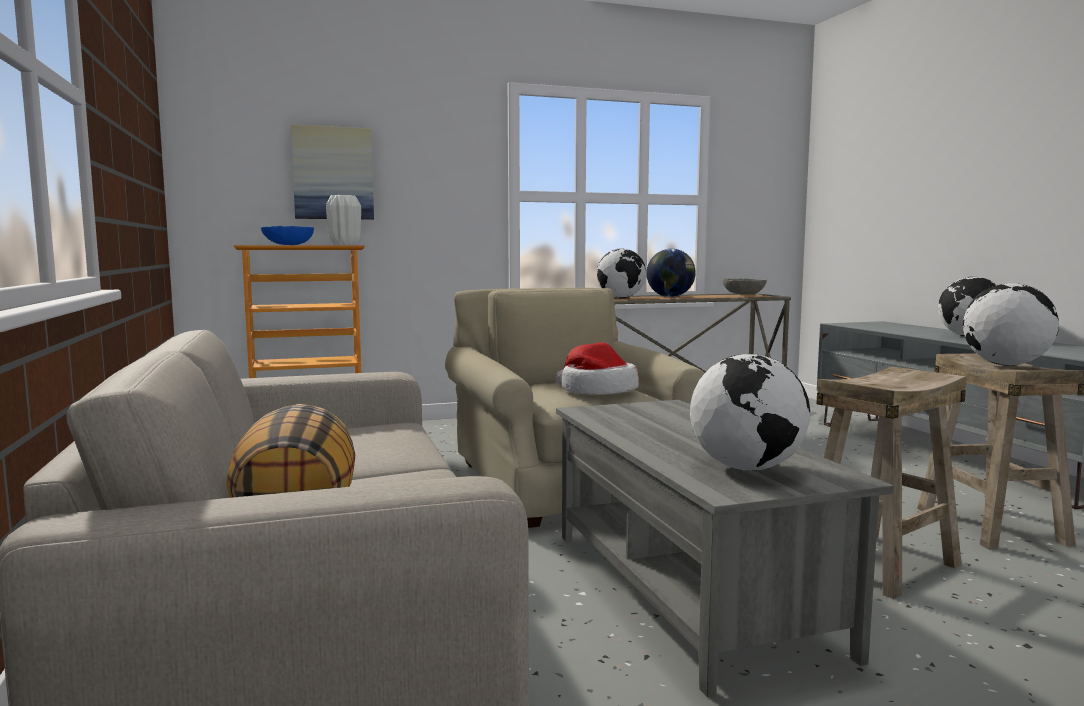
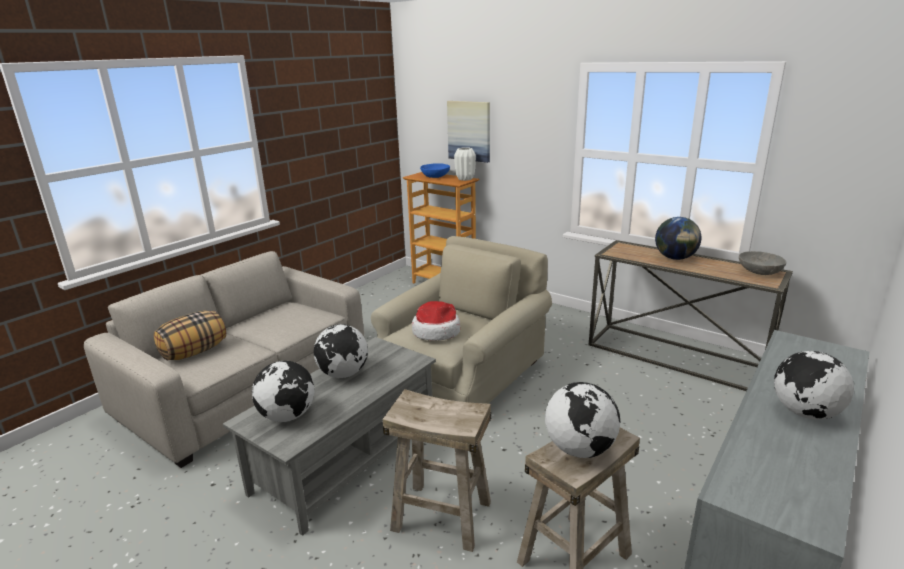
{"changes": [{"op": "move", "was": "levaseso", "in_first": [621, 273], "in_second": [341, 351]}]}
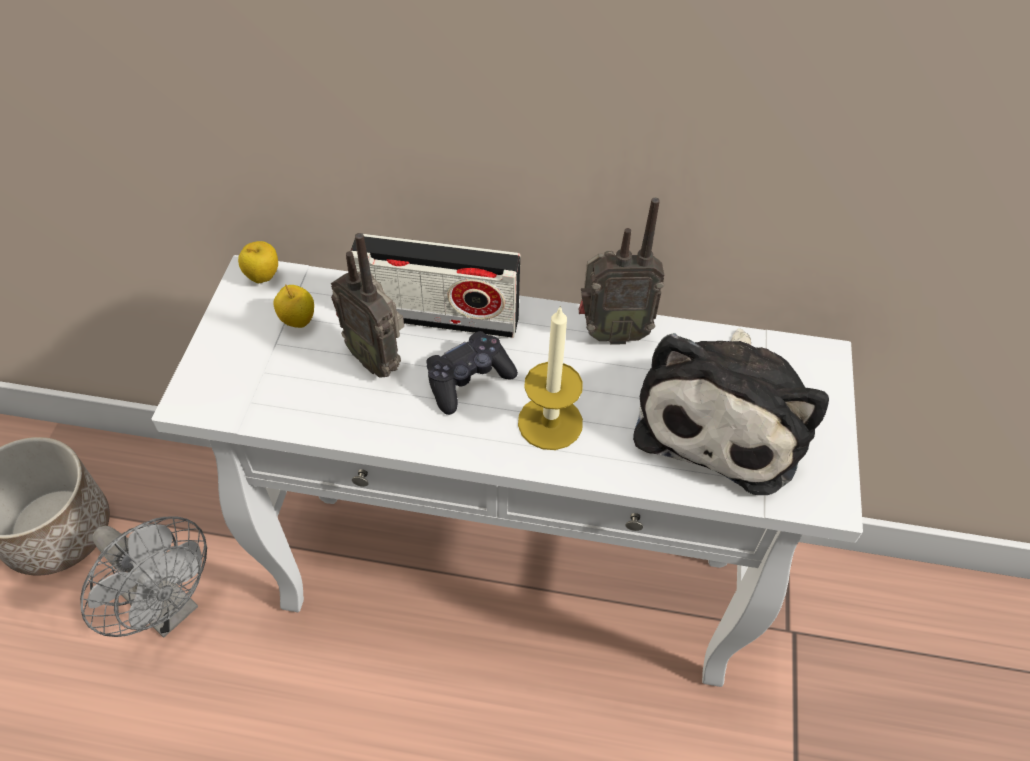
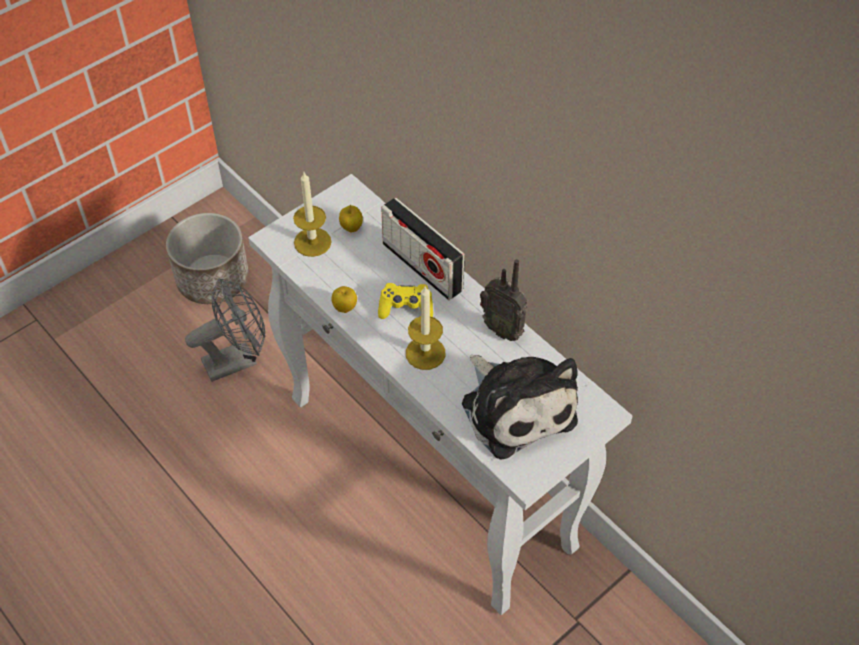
{"changes": [{"op": "delete", "was": "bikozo", "in_first": [367, 305]}, {"op": "insert", "now": "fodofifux", "in_second": [312, 214]}, {"op": "move", "was": "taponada", "in_first": [258, 262], "in_second": [344, 299]}, {"op": "recolor", "was": "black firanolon", "now": "yellow firanolon", "in_first": [472, 373], "in_second": [405, 301]}, {"op": "rotate", "was": "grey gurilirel", "in_first": [143, 576], "in_second": [225, 330], "clockwise": -105}, {"op": "rotate", "was": "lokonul", "in_first": [731, 411], "in_second": [520, 407], "clockwise": -90}]}
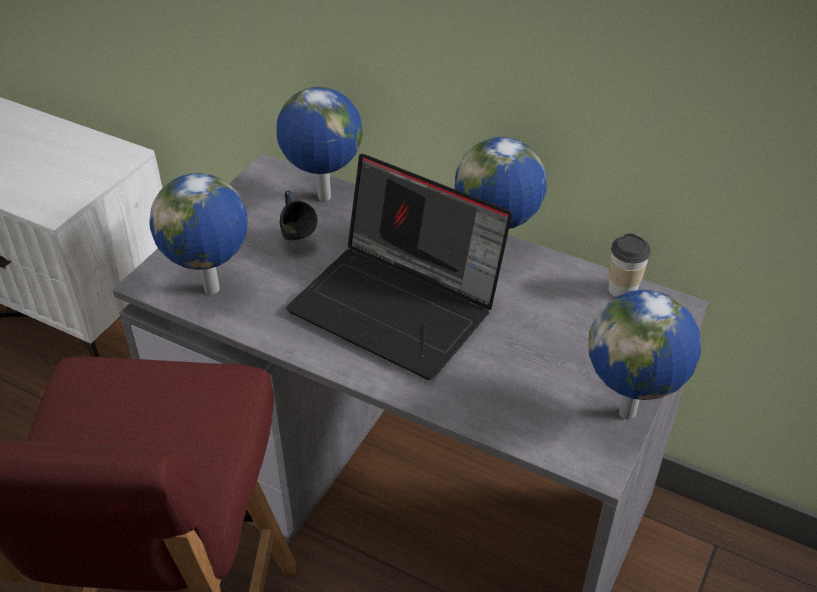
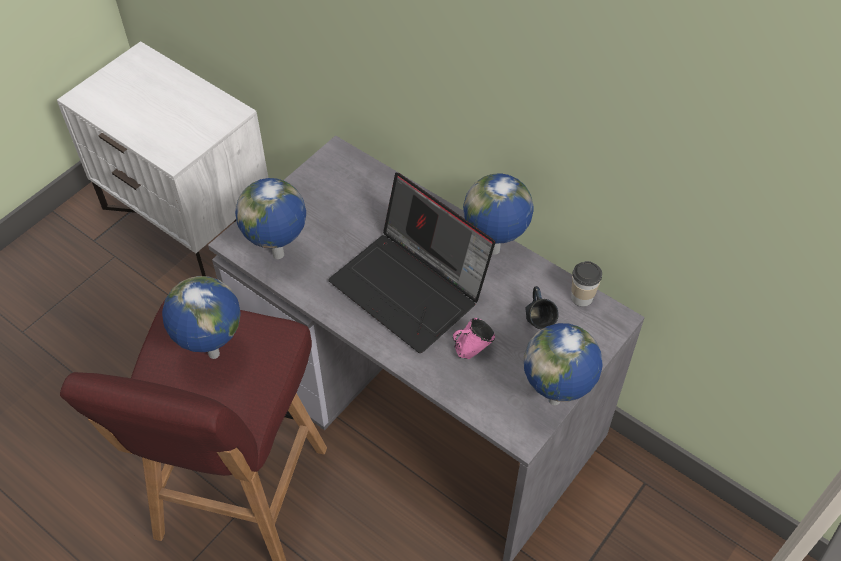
{"changes": [{"op": "insert", "now": "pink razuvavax", "in_second": [474, 338]}, {"op": "move", "was": "levaseso", "in_first": [319, 144], "in_second": [201, 317]}, {"op": "move", "was": "blue razuvavax", "in_first": [298, 215], "in_second": [542, 308]}]}
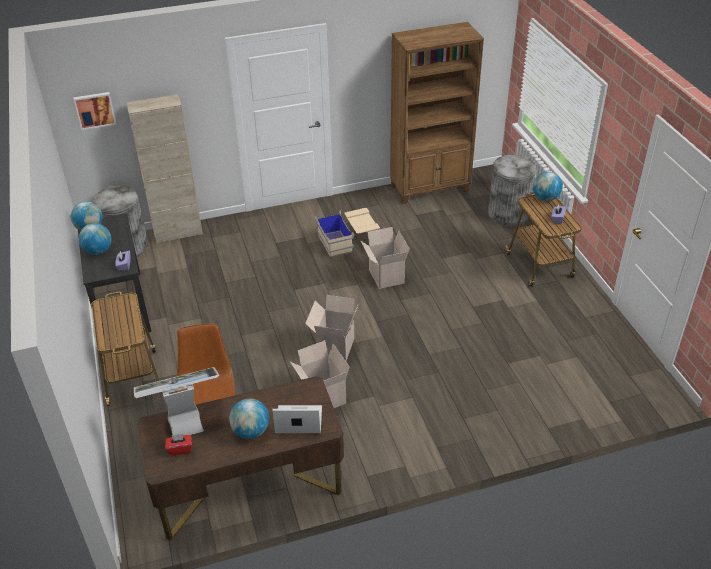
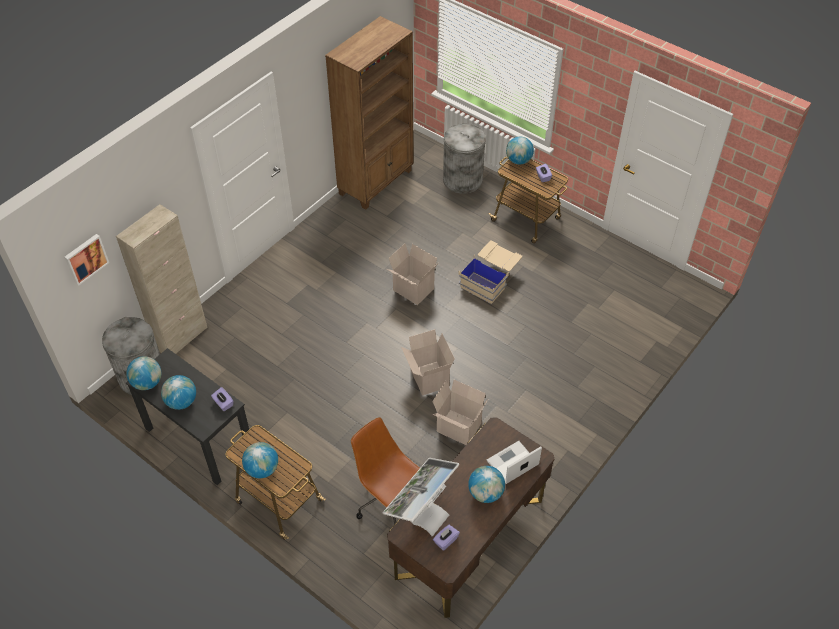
{"changes": [{"op": "insert", "now": "levaseso", "in_second": [260, 460]}, {"op": "move", "was": "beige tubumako", "in_first": [347, 232], "in_second": [490, 272]}, {"op": "recolor", "was": "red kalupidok", "now": "purple kalupidok", "in_first": [178, 445], "in_second": [446, 538]}]}
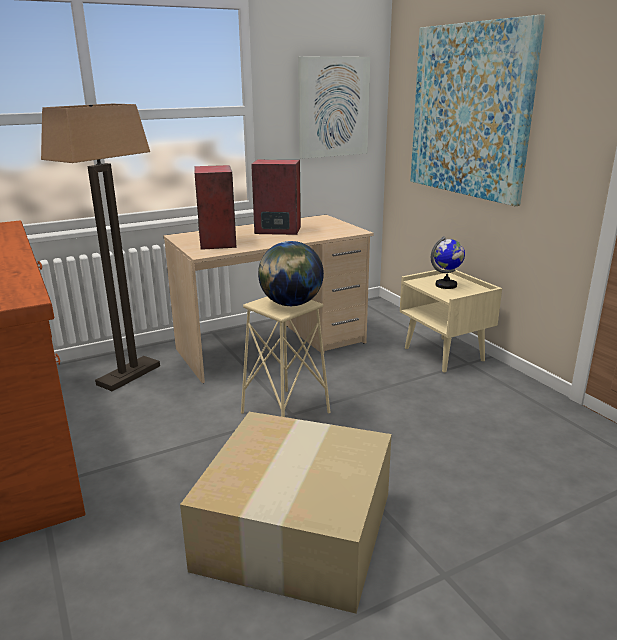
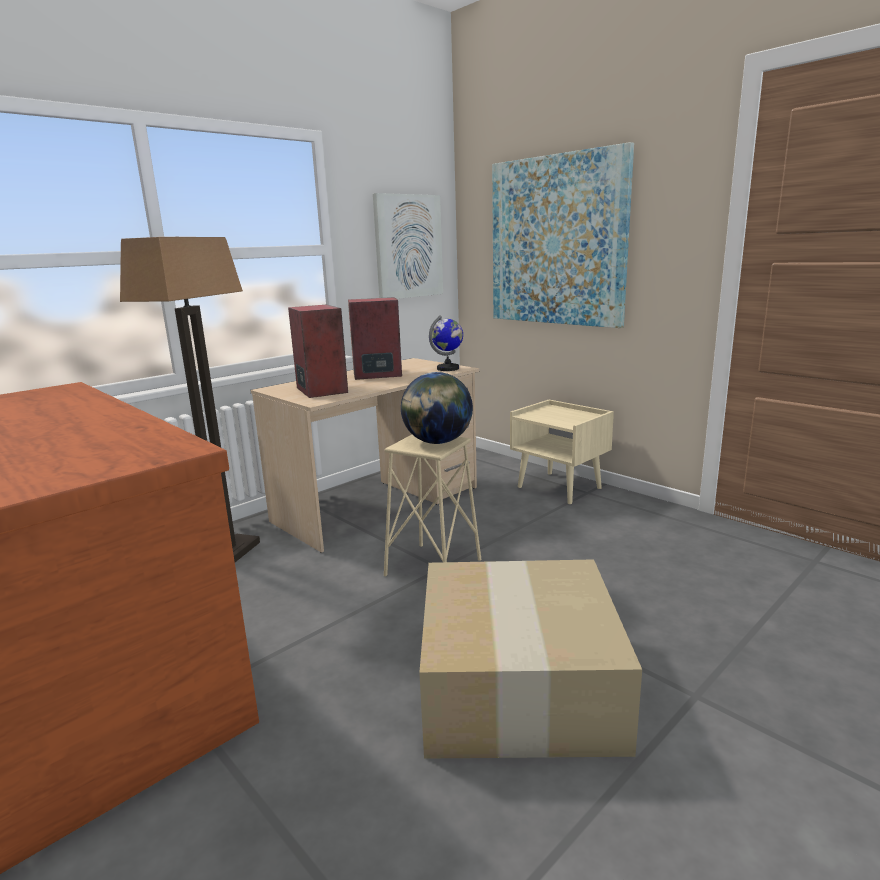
{"changes": [{"op": "move", "was": "levaseso", "in_first": [448, 262], "in_second": [446, 343]}]}
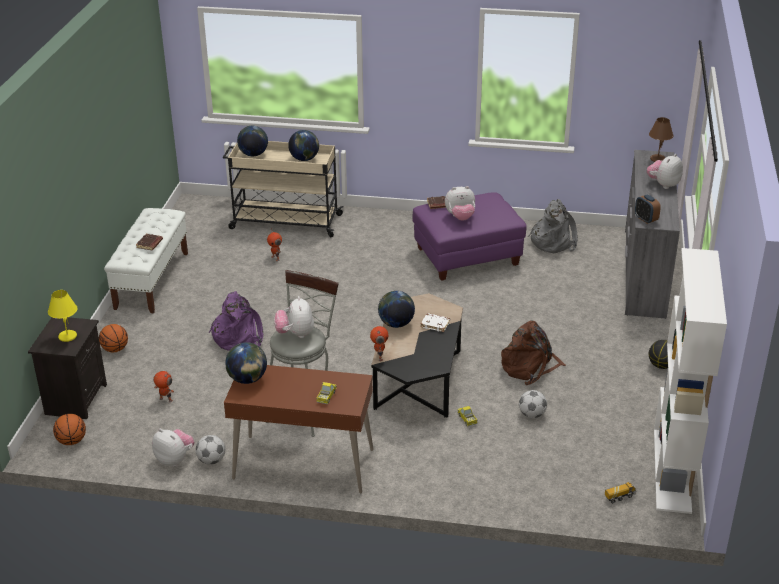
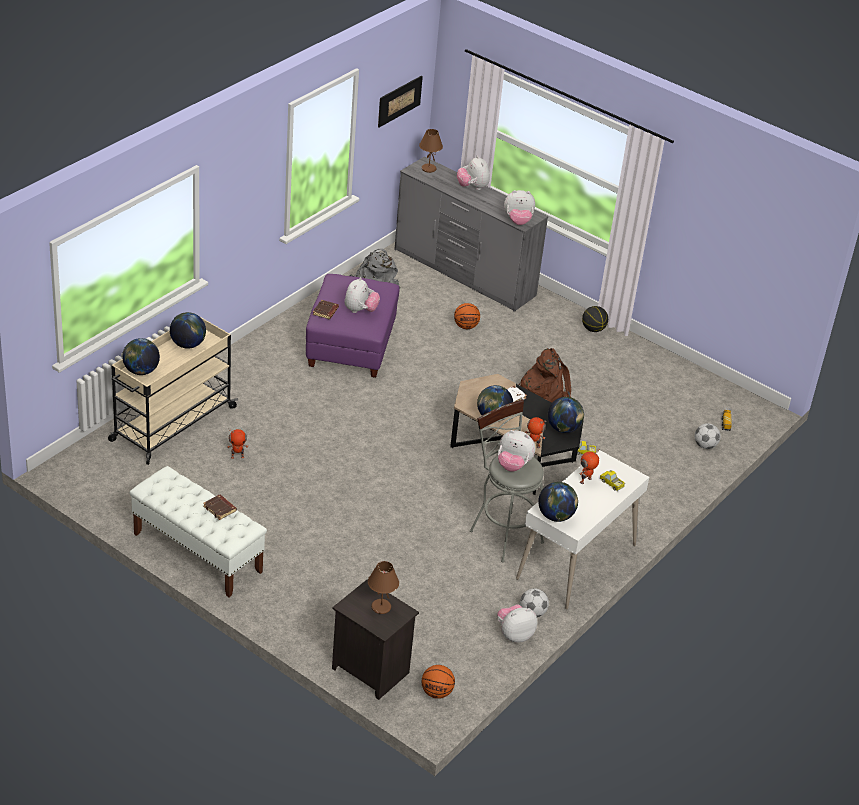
{"changes": [{"op": "delete", "was": "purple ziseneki", "in_first": [235, 321]}, {"op": "delete", "was": "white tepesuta", "in_first": [690, 381]}, {"op": "insert", "now": "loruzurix", "in_second": [400, 101]}, {"op": "insert", "now": "levaseso", "in_second": [566, 415]}, {"op": "move", "was": "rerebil", "in_first": [113, 338], "in_second": [467, 316]}, {"op": "move", "was": "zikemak", "in_first": [163, 386], "in_second": [589, 466]}, {"op": "move", "was": "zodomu", "in_first": [533, 404], "in_second": [708, 436]}, {"op": "replace", "was": "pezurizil", "now": "lokonul", "in_first": [648, 209], "in_second": [519, 207]}, {"op": "recolor", "was": "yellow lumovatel", "now": "brown lumovatel", "in_first": [63, 316], "in_second": [383, 587]}, {"op": "recolor", "was": "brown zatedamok", "now": "white zatedamok", "in_first": [299, 429], "in_second": [582, 529]}]}
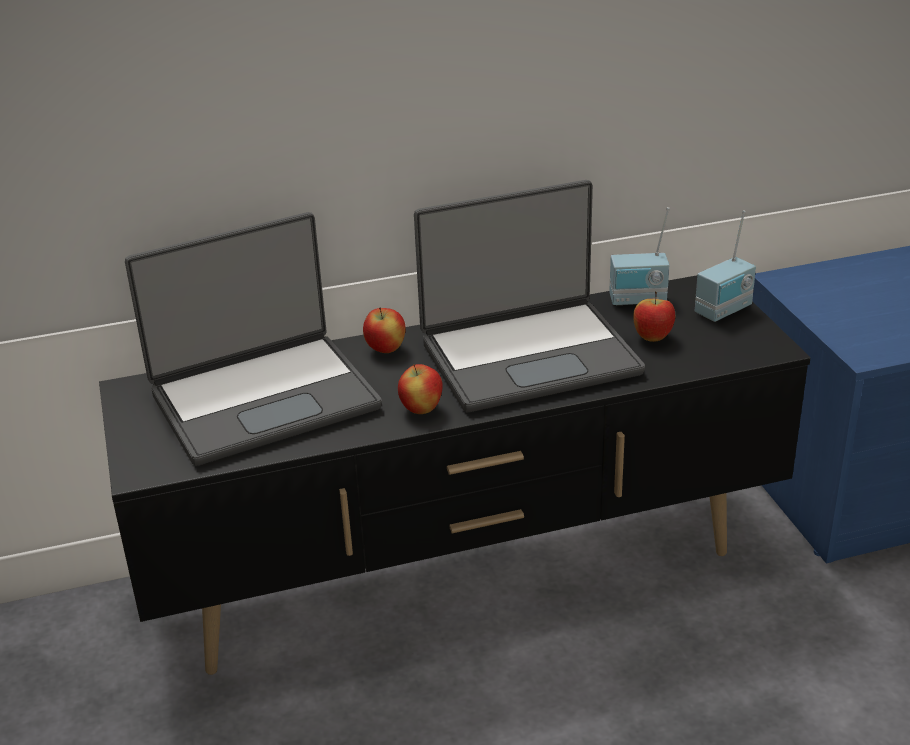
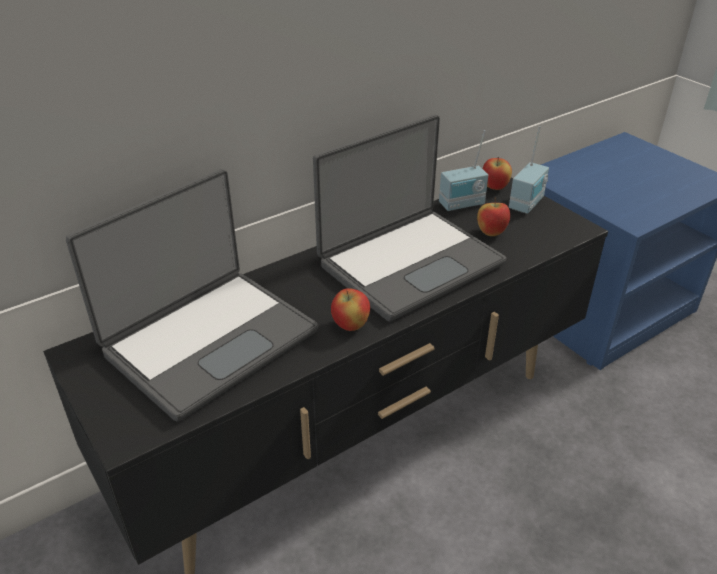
{"changes": [{"op": "move", "was": "taponada", "in_first": [384, 330], "in_second": [497, 173]}]}
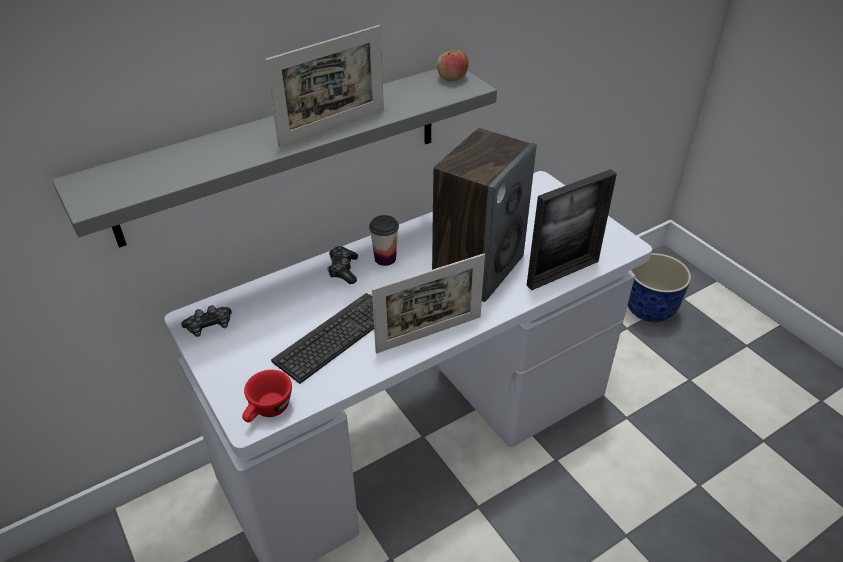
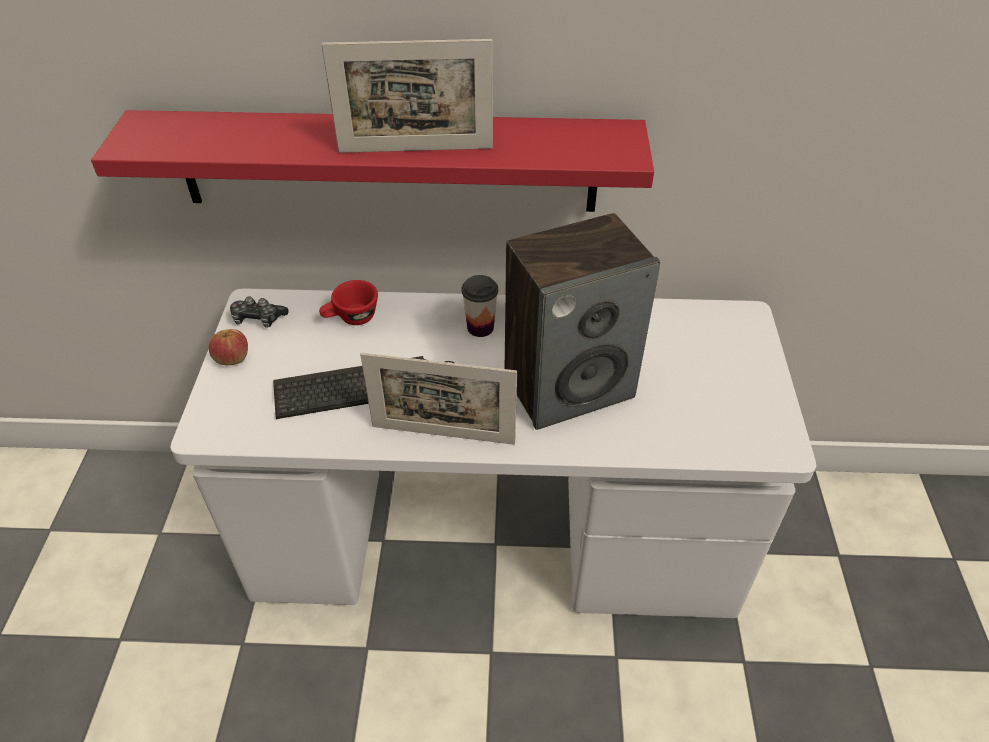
{"changes": [{"op": "delete", "was": "firanolon", "in_first": [342, 265]}, {"op": "delete", "was": "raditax", "in_first": [572, 229]}, {"op": "delete", "was": "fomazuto", "in_first": [659, 287]}, {"op": "move", "was": "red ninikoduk", "in_first": [267, 396], "in_second": [348, 302]}, {"op": "move", "was": "taponada", "in_first": [453, 66], "in_second": [228, 347]}, {"op": "recolor", "was": "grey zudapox", "now": "red zudapox", "in_first": [274, 158], "in_second": [372, 161]}]}
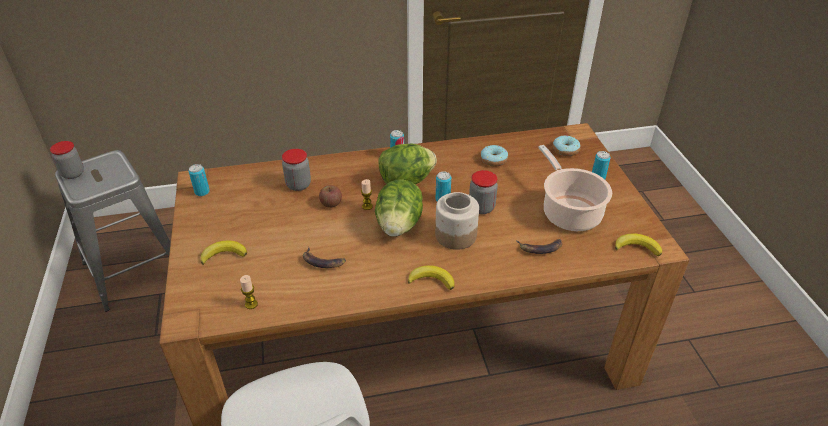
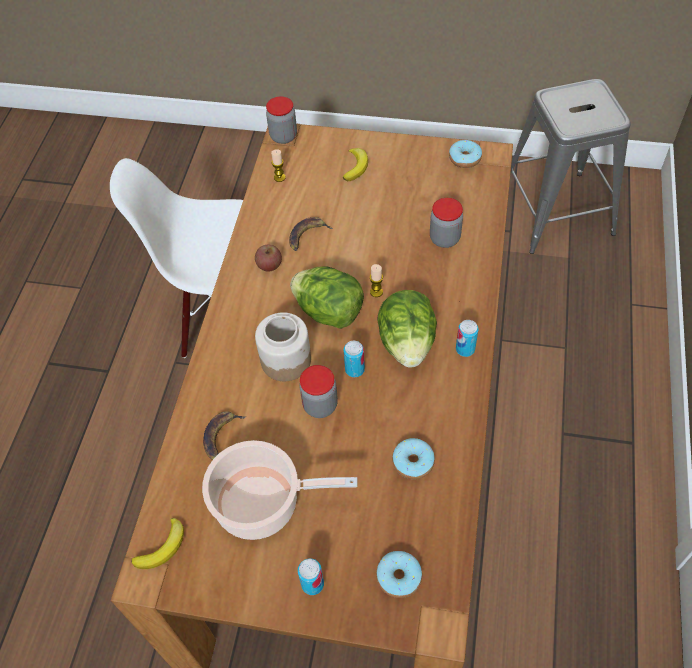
{"changes": [{"op": "delete", "was": "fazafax", "in_first": [431, 277]}, {"op": "move", "was": "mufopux", "in_first": [67, 160], "in_second": [281, 120]}, {"op": "move", "was": "taponada", "in_first": [330, 196], "in_second": [268, 258]}, {"op": "replace", "was": "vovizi", "now": "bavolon", "in_first": [199, 180], "in_second": [465, 154]}]}
